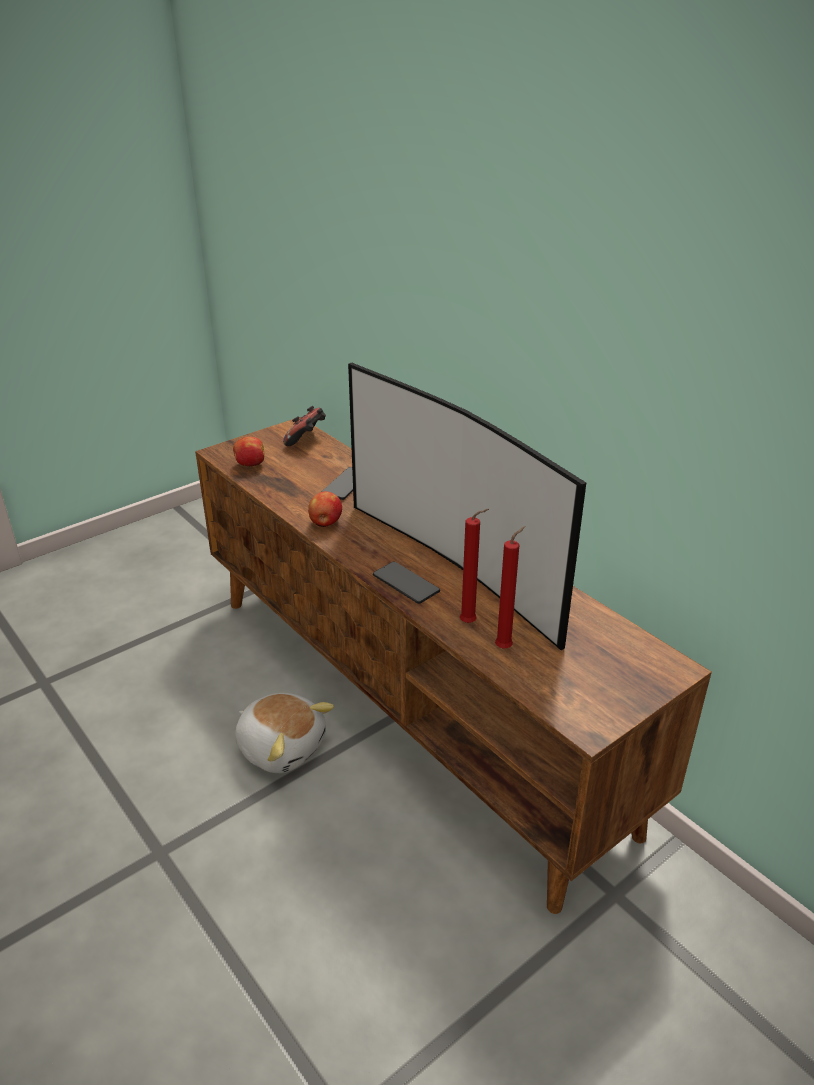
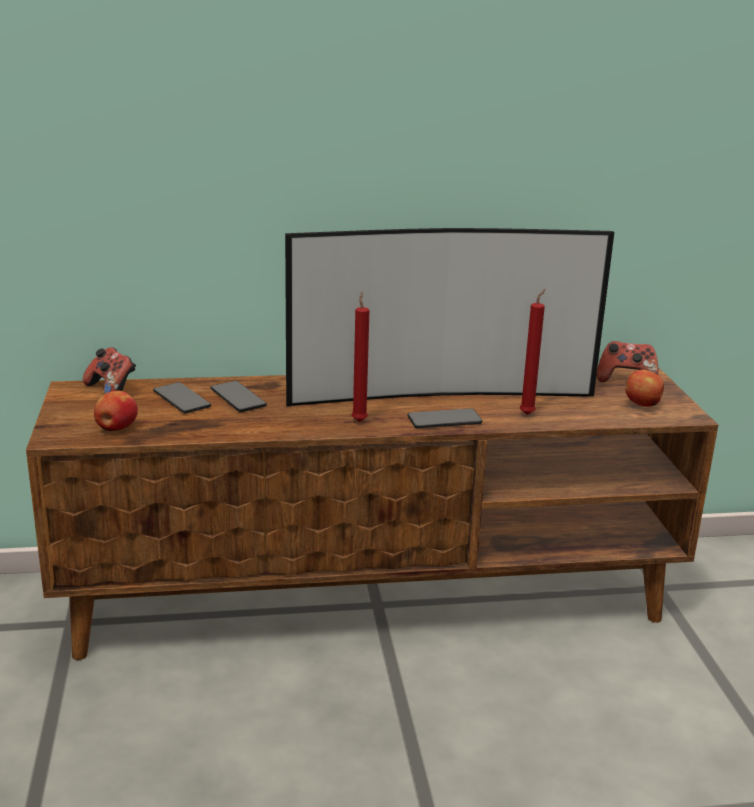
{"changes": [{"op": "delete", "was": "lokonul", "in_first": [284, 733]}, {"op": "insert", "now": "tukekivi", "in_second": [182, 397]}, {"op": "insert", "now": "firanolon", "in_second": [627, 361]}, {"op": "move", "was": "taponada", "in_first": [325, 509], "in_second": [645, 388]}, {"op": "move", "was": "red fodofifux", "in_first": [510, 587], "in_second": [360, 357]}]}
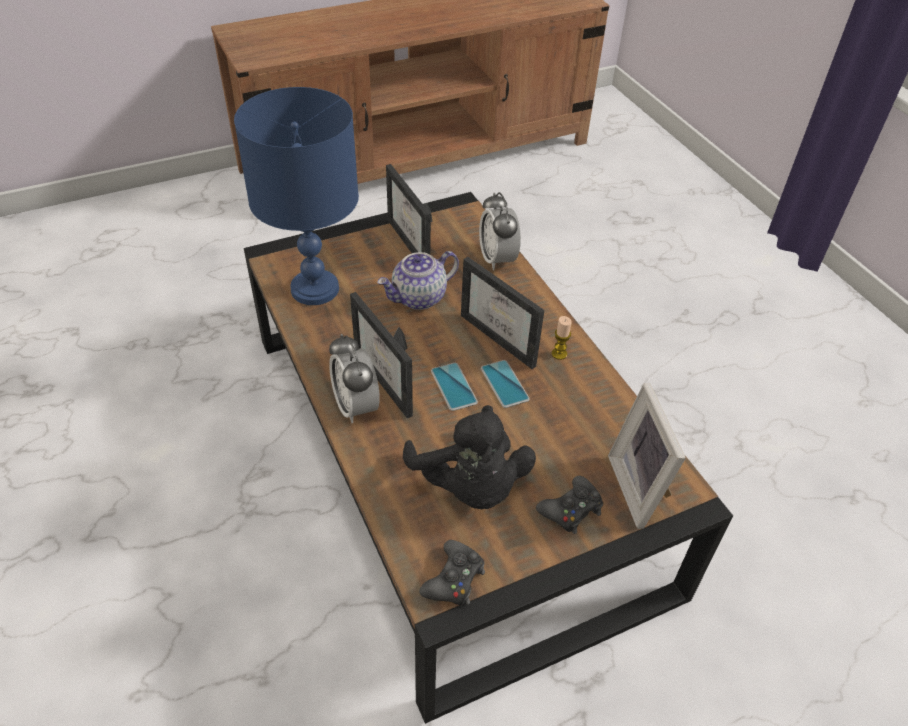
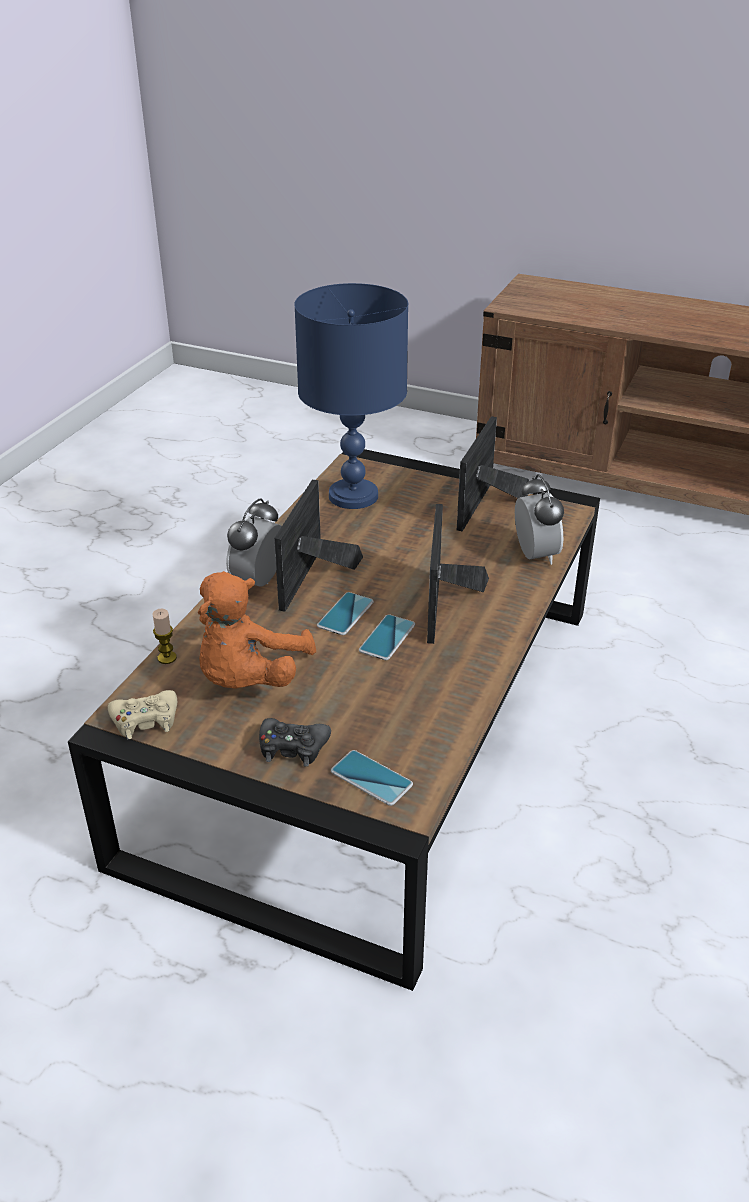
{"changes": [{"op": "delete", "was": "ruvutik", "in_first": [418, 280]}, {"op": "move", "was": "fodofifux", "in_first": [562, 338], "in_second": [165, 636]}, {"op": "replace", "was": "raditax", "now": "tukekivi", "in_first": [647, 456], "in_second": [372, 778]}, {"op": "recolor", "was": "black lokonul", "now": "orange lokonul", "in_first": [469, 457], "in_second": [257, 630]}, {"op": "recolor", "was": "black firanolon", "now": "beige firanolon", "in_first": [452, 572], "in_second": [142, 714]}, {"op": "rotate", "was": "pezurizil", "in_first": [500, 231], "in_second": [539, 519], "clockwise": 135}]}
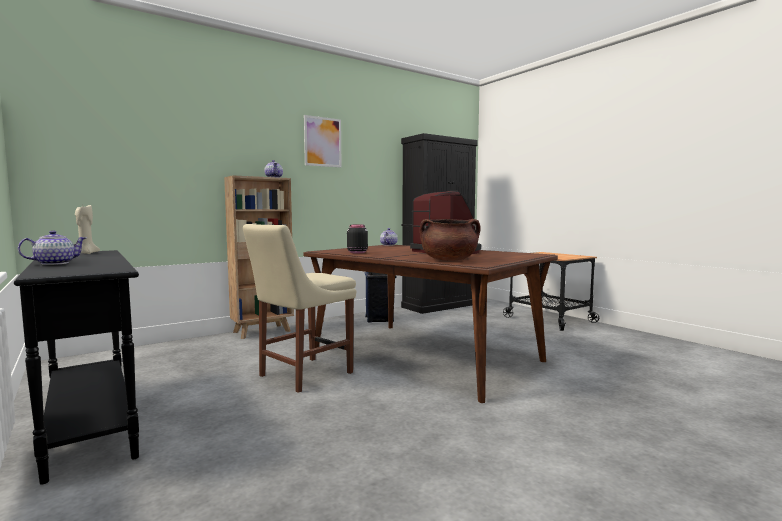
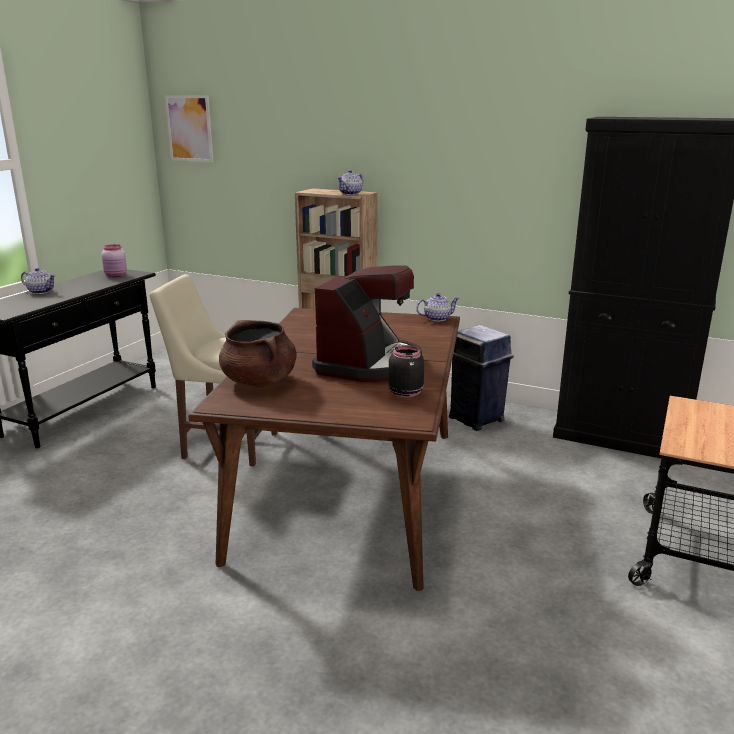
{"changes": [{"op": "move", "was": "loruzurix", "in_first": [323, 141], "in_second": [189, 128]}, {"op": "move", "was": "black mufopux", "in_first": [357, 239], "in_second": [406, 371]}, {"op": "replace", "was": "beige fodofifux", "now": "pink mufopux", "in_first": [87, 229], "in_second": [114, 260]}]}
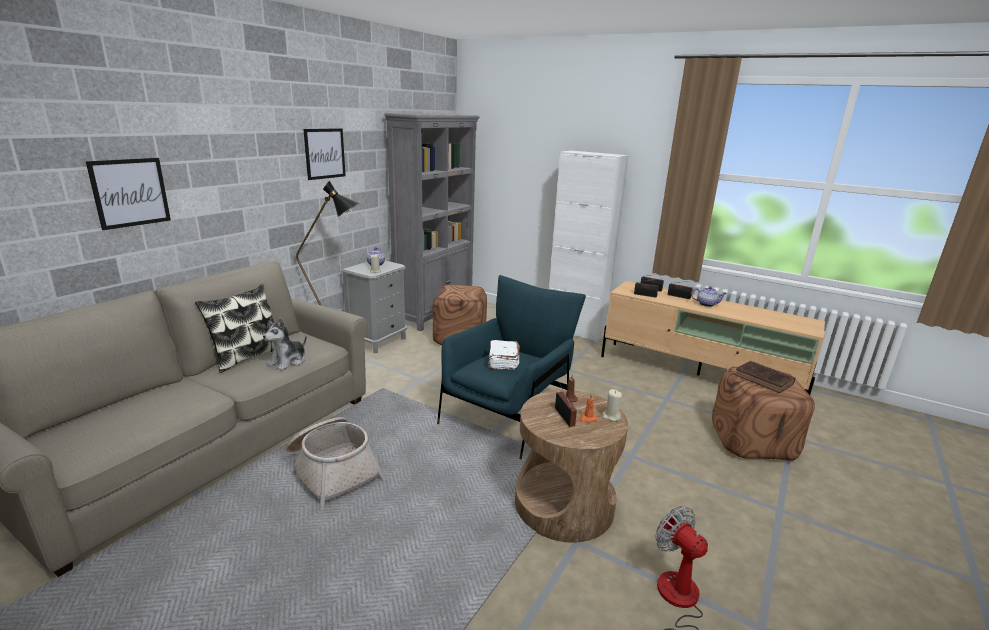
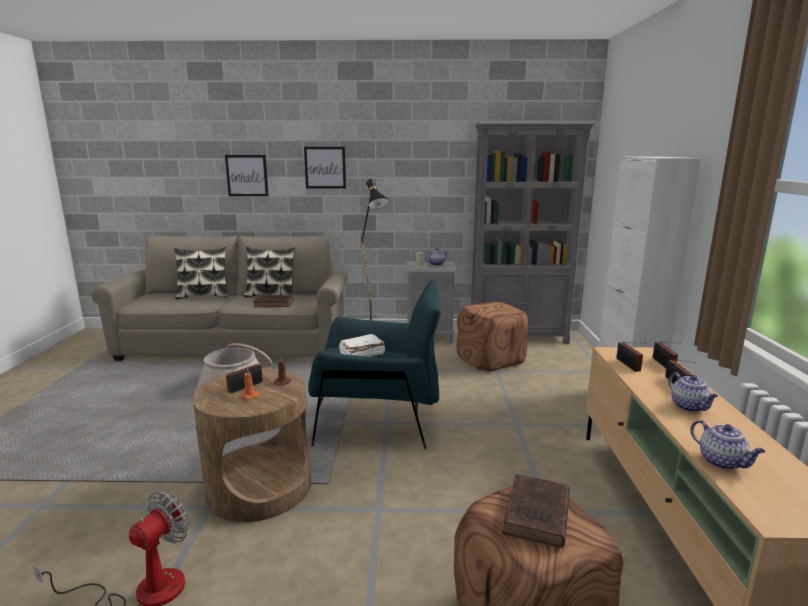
{"changes": [{"op": "delete", "was": "beige fodofifux", "in_first": [612, 405]}, {"op": "insert", "now": "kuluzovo", "in_second": [201, 273]}, {"op": "insert", "now": "ruvutik", "in_second": [728, 445]}, {"op": "move", "was": "loruzurix", "in_first": [324, 154], "in_second": [325, 167]}, {"op": "replace", "was": "lokonul", "now": "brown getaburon", "in_first": [285, 344], "in_second": [273, 301]}]}
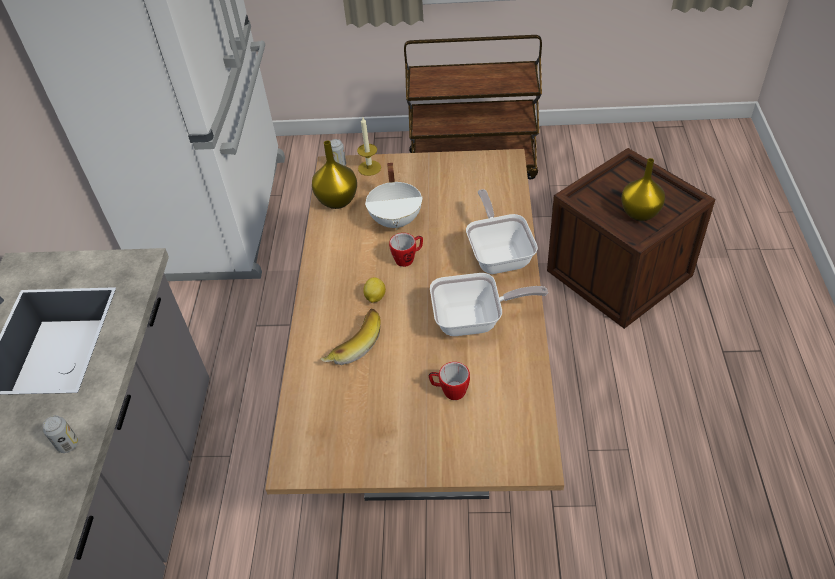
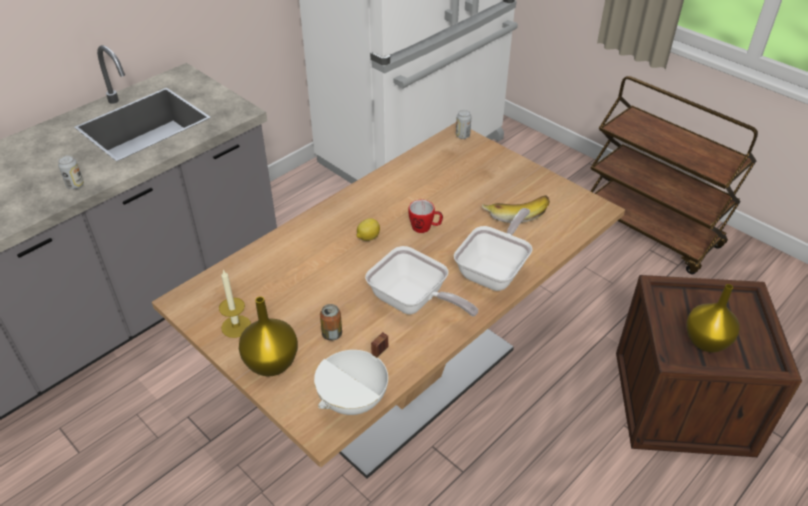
{"changes": [{"op": "move", "was": "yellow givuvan", "in_first": [334, 175], "in_second": [268, 337]}, {"op": "move", "was": "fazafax", "in_first": [350, 337], "in_second": [516, 209]}, {"op": "move", "was": "fodofifux", "in_first": [369, 146], "in_second": [235, 303]}, {"op": "move", "was": "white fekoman", "in_first": [393, 196], "in_second": [351, 373]}, {"op": "replace", "was": "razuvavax", "now": "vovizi", "in_first": [449, 381], "in_second": [331, 322]}]}
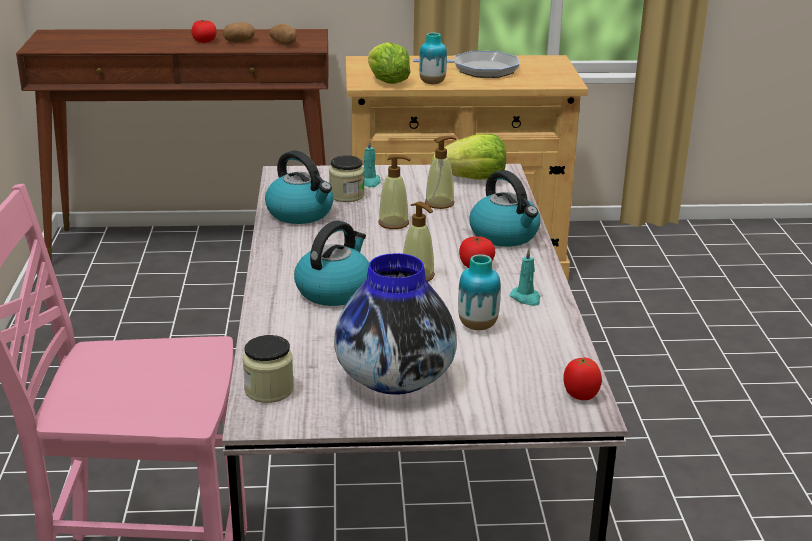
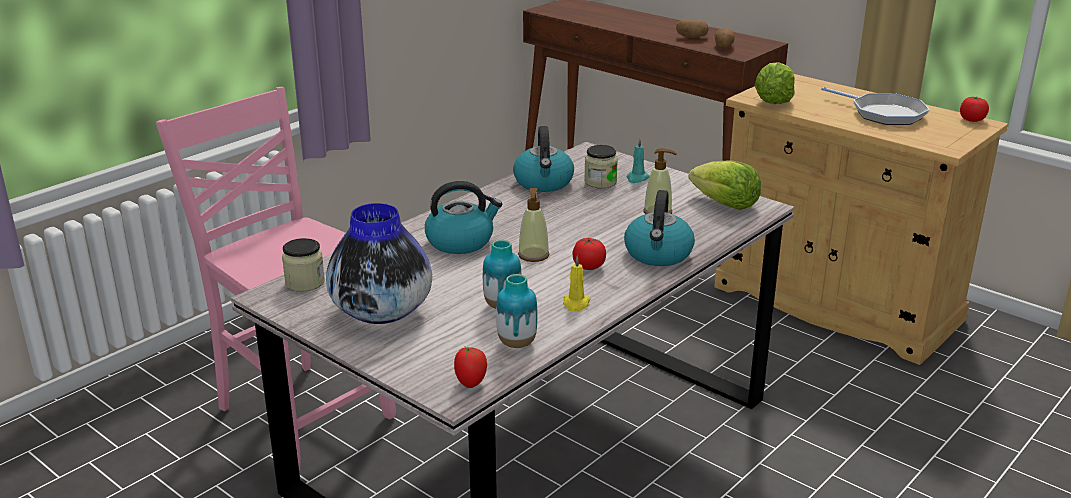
{"changes": [{"op": "delete", "was": "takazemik", "in_first": [394, 191]}, {"op": "move", "was": "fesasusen", "in_first": [204, 31], "in_second": [974, 109]}, {"op": "move", "was": "givuvan", "in_first": [433, 58], "in_second": [517, 311]}, {"op": "recolor", "was": "turquoise fodofifux", "now": "yellow fodofifux", "in_first": [525, 277], "in_second": [577, 284]}]}
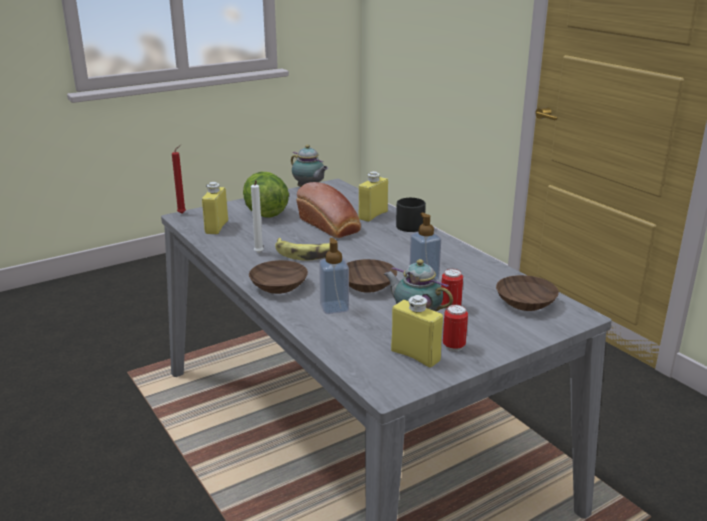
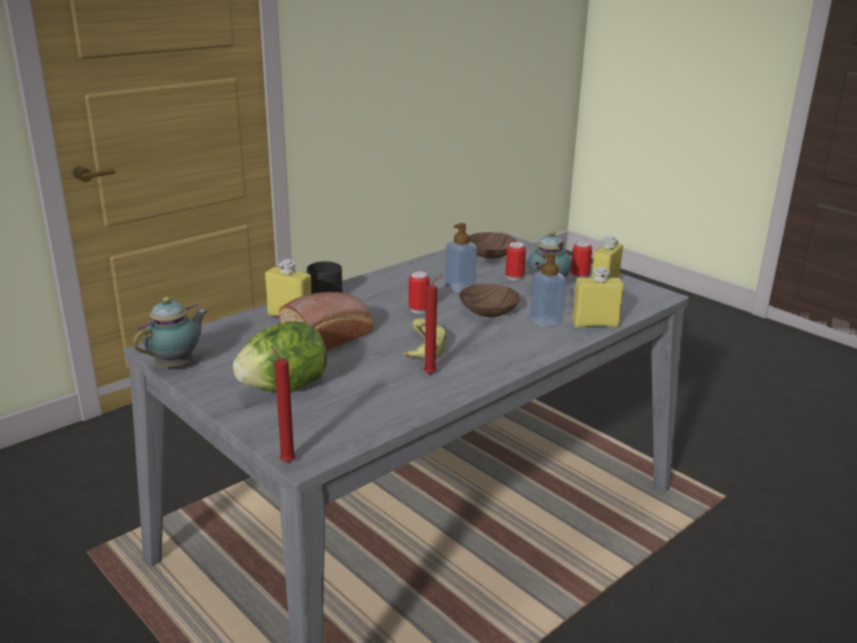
{"changes": [{"op": "delete", "was": "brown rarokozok", "in_first": [278, 277]}, {"op": "insert", "now": "vovizi", "in_second": [419, 292]}, {"op": "move", "was": "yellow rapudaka", "in_first": [215, 208], "in_second": [598, 297]}, {"op": "recolor", "was": "white fodofifux", "now": "red fodofifux", "in_first": [257, 216], "in_second": [433, 324]}]}
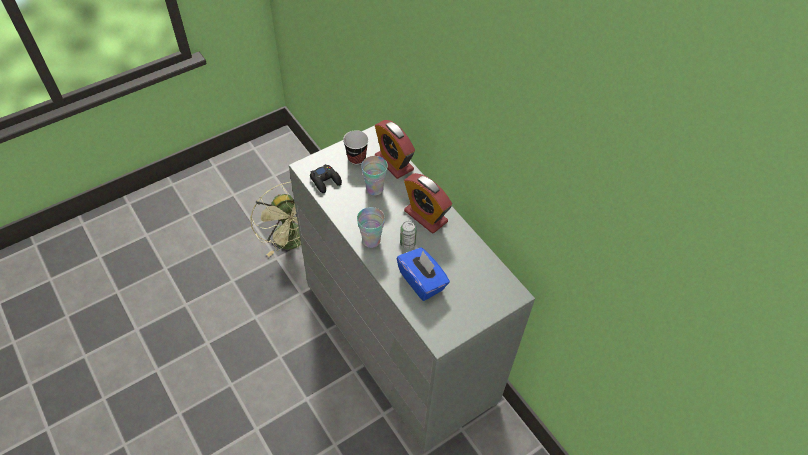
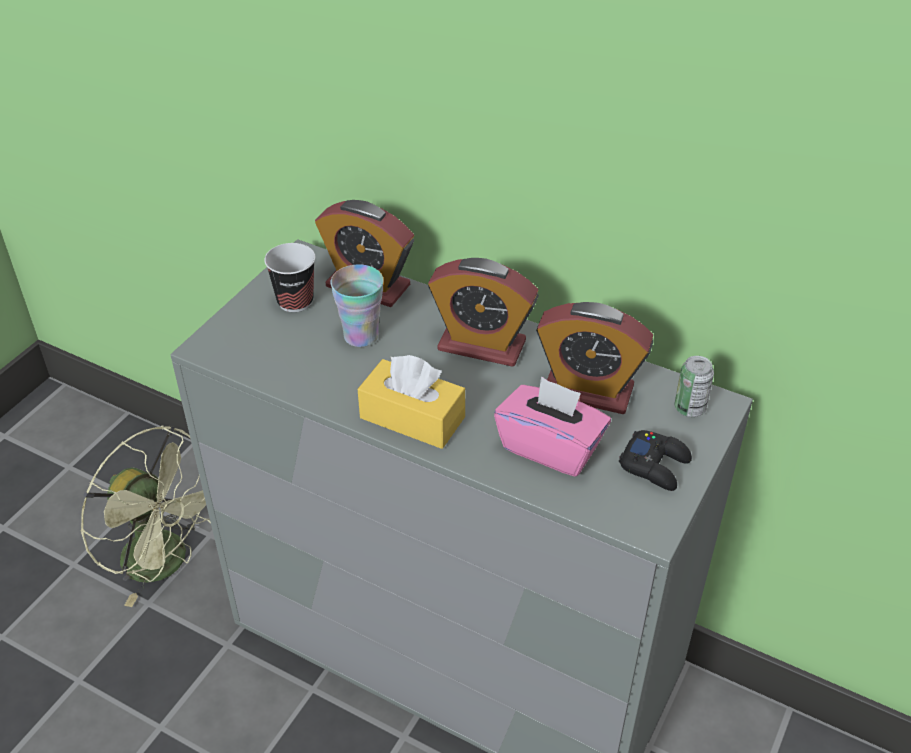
{"changes": [{"op": "insert", "now": "pezurizil", "in_second": [594, 358]}, {"op": "move", "was": "black firanolon", "in_first": [326, 178], "in_second": [655, 460]}, {"op": "move", "was": "vovizi", "in_first": [408, 235], "in_second": [694, 386]}, {"op": "replace", "was": "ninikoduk", "now": "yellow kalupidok", "in_first": [371, 227], "in_second": [411, 402]}, {"op": "recolor", "was": "blue kalupidok", "now": "pink kalupidok", "in_first": [423, 274], "in_second": [552, 426]}]}
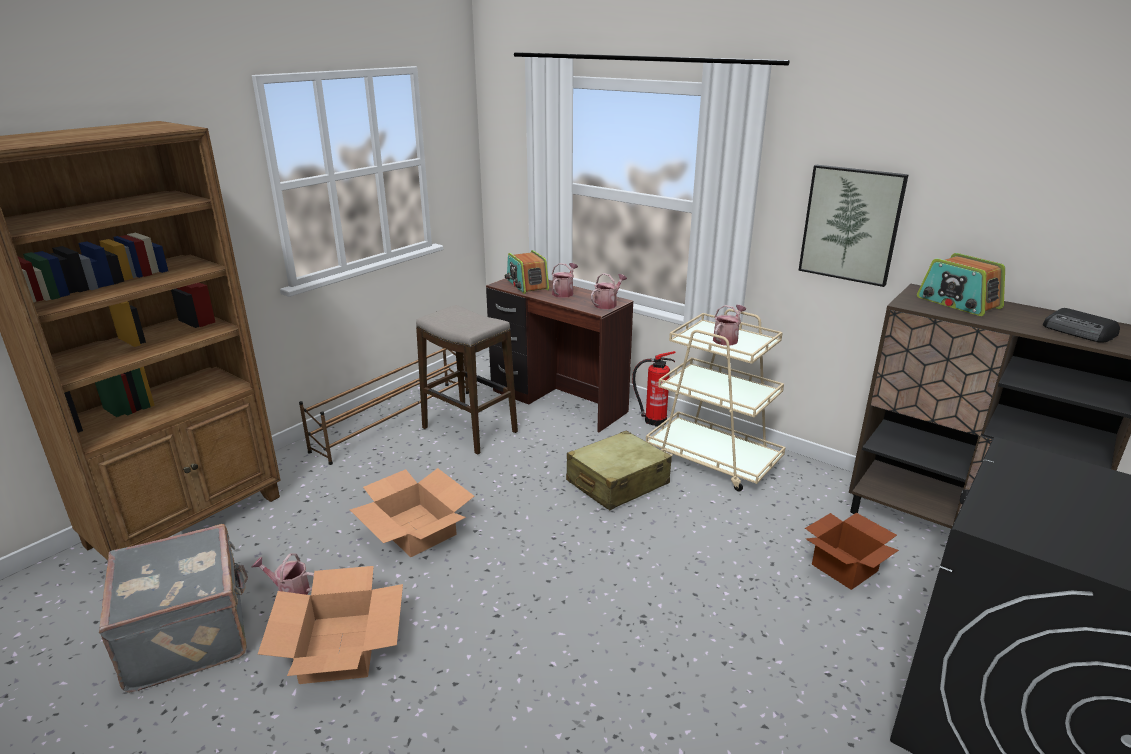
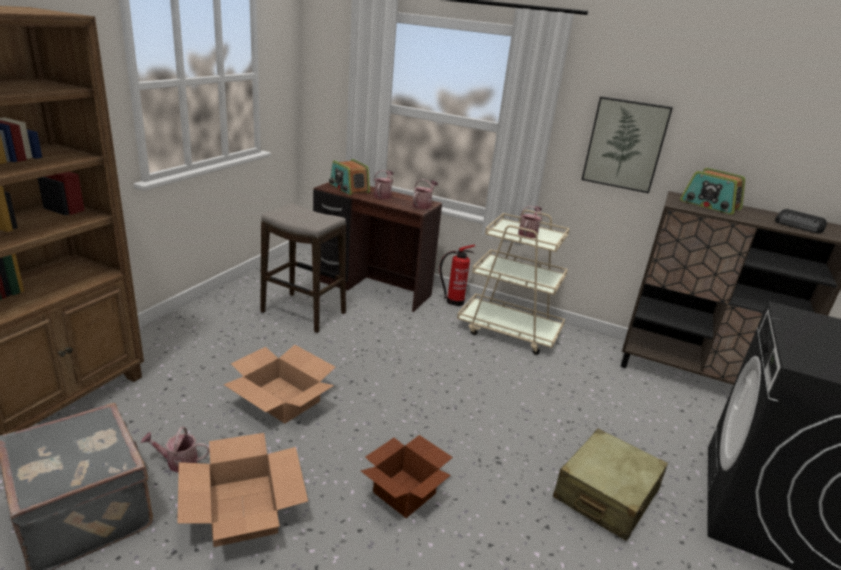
{"changes": [{"op": "delete", "was": "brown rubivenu", "in_first": [384, 406]}, {"op": "move", "was": "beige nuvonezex", "in_first": [619, 470], "in_second": [610, 485]}, {"op": "move", "was": "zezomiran", "in_first": [852, 551], "in_second": [407, 476]}]}
